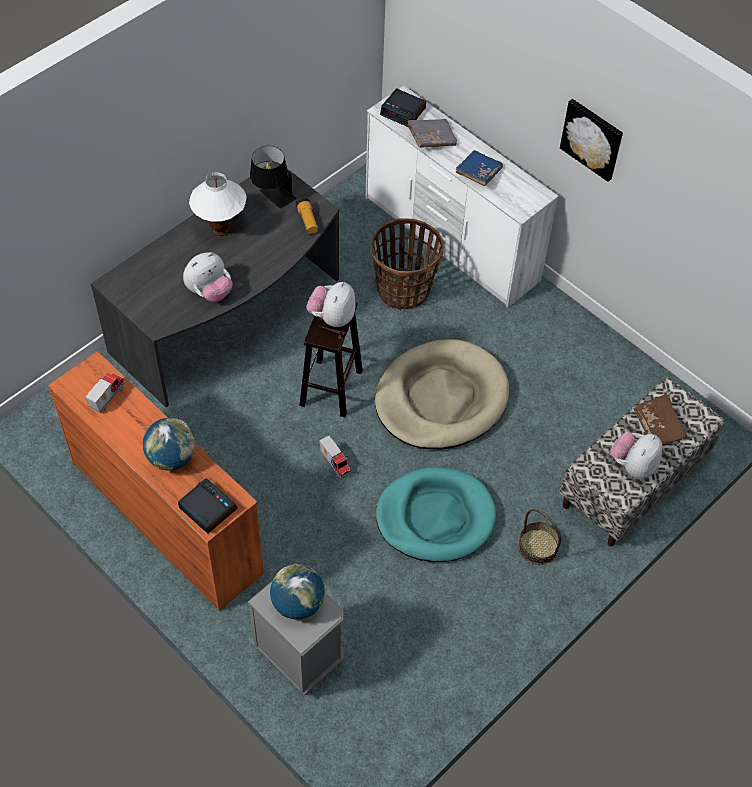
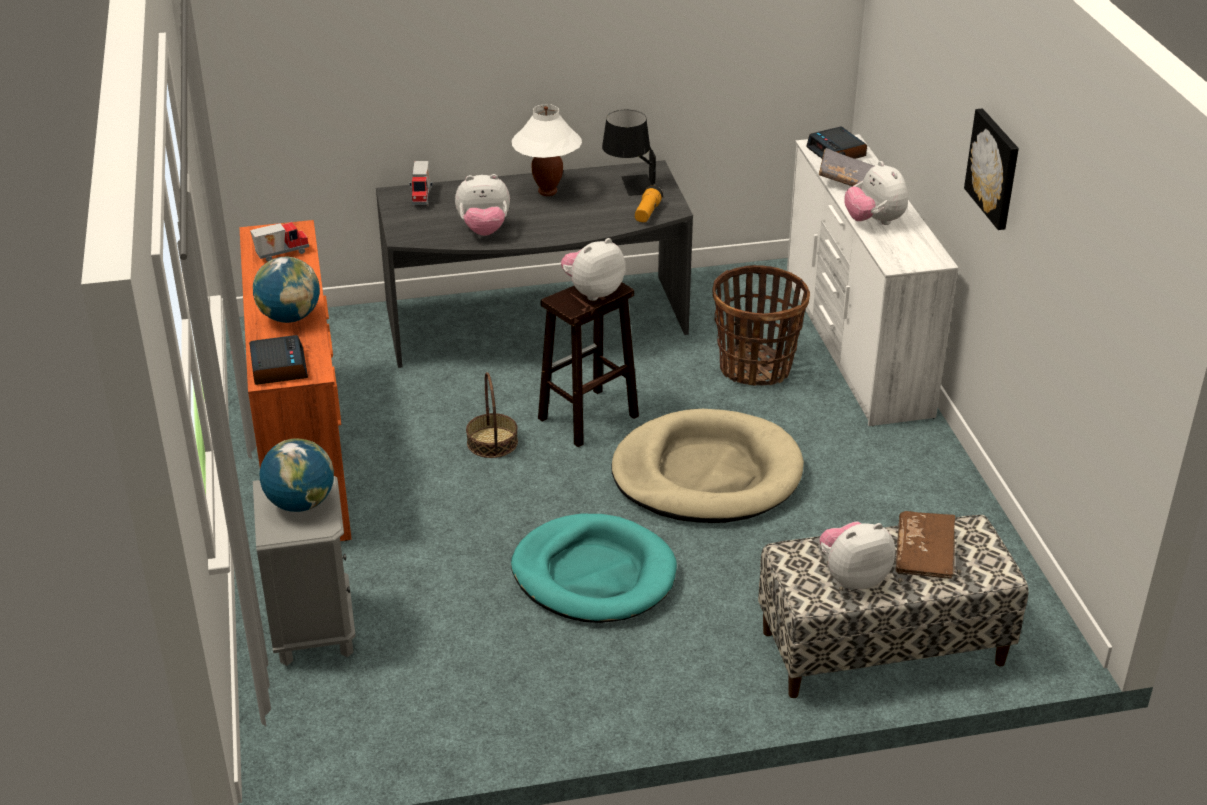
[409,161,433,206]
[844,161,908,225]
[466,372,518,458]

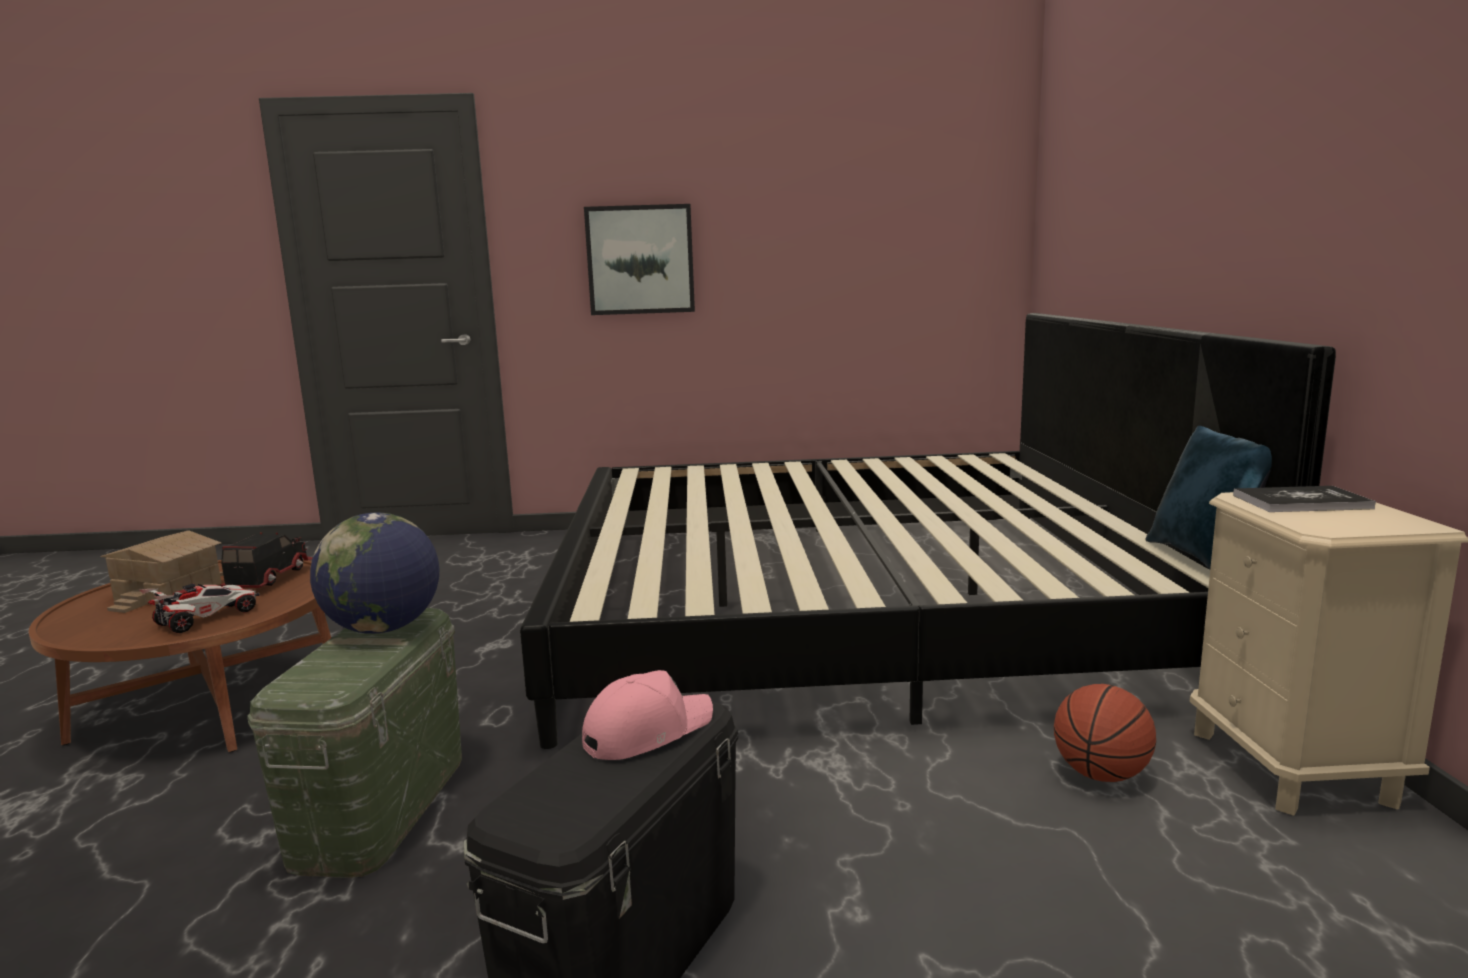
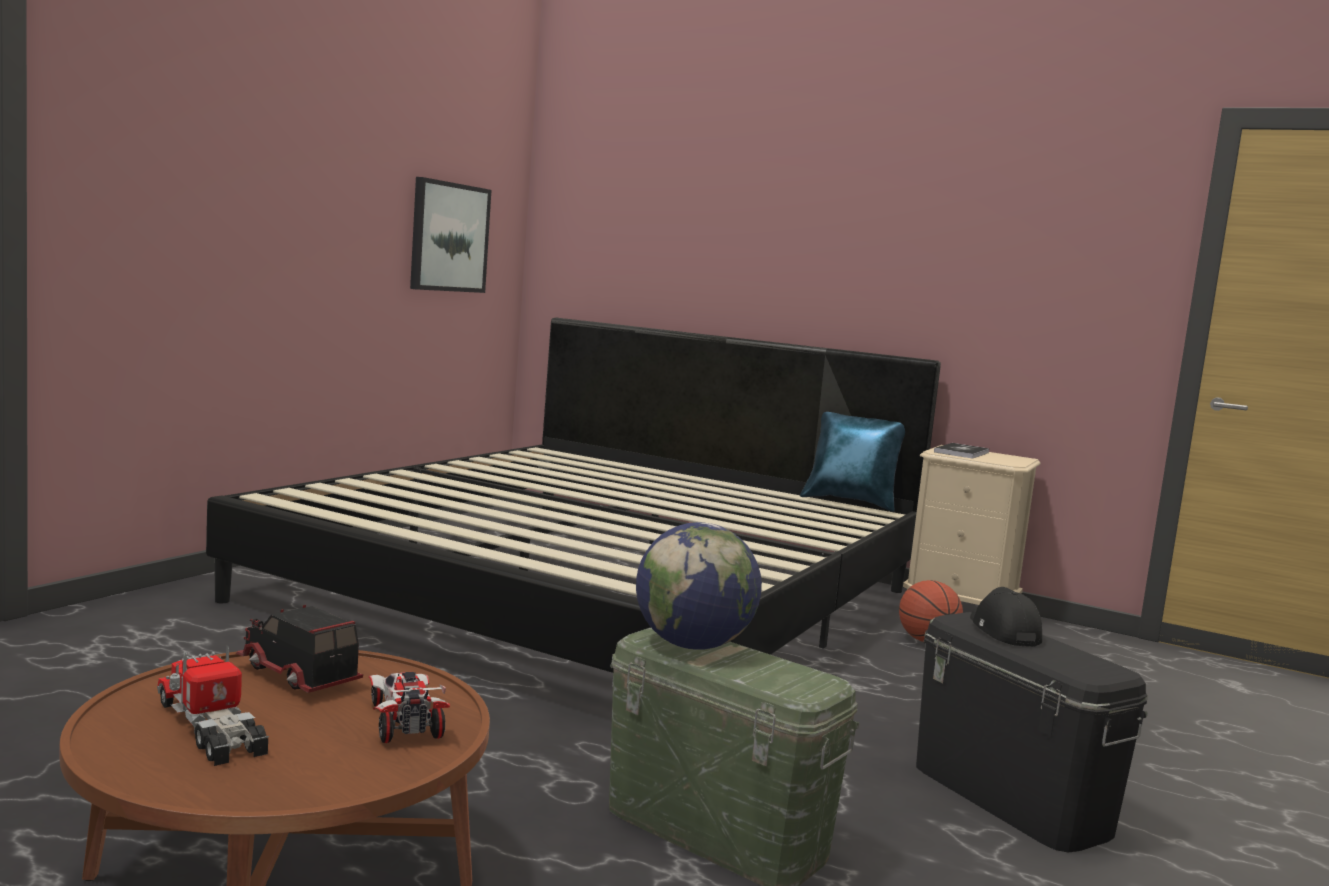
[157,645,269,766]
[970,587,1042,647]
[410,177,491,293]

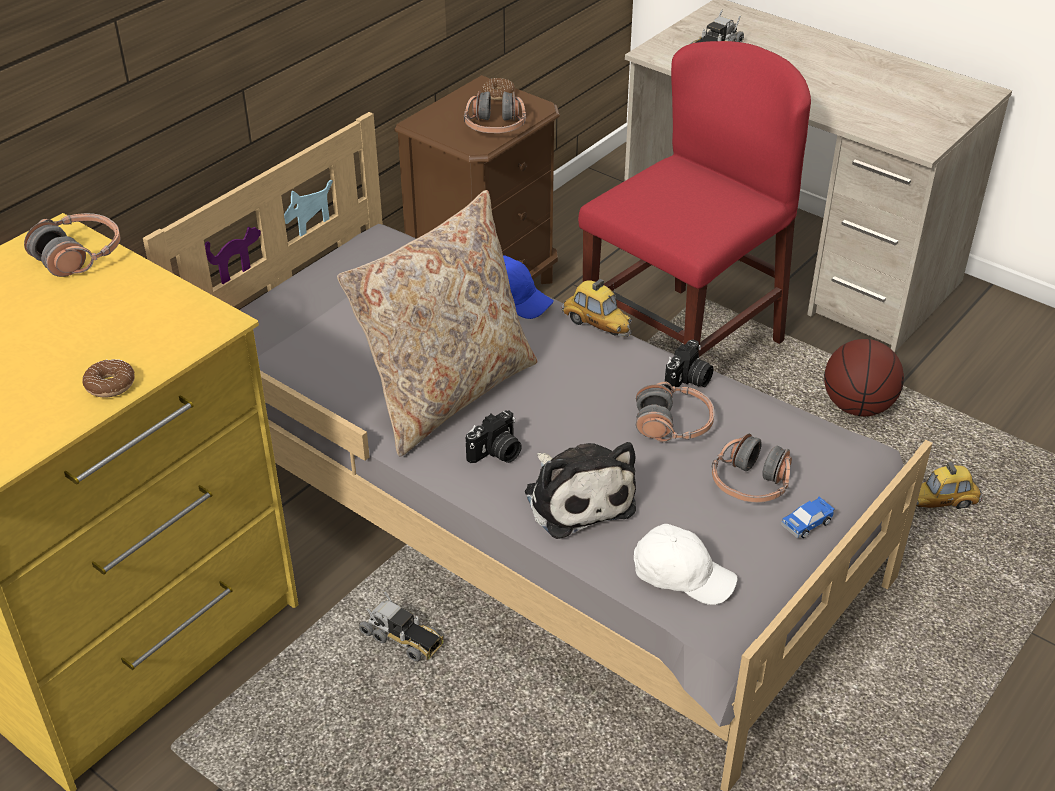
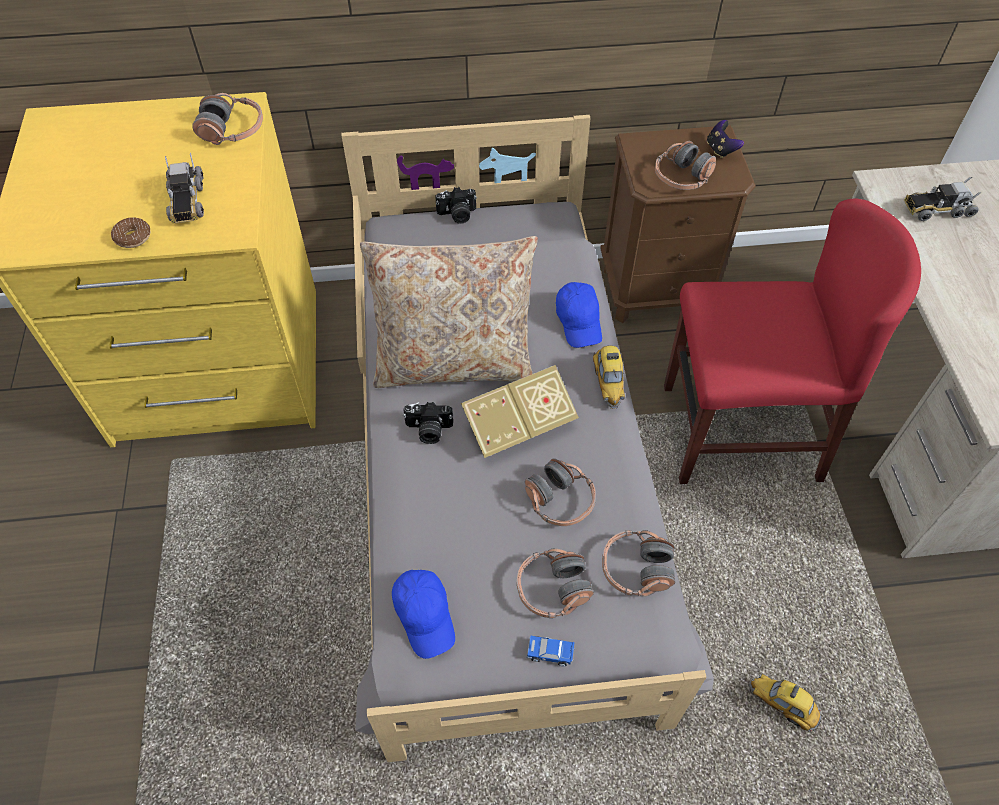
[165,153,204,223]
[707,120,744,158]
[525,442,636,539] (first image)
[392,570,455,659]
[435,187,477,224]
[824,339,904,416] (first image)
[461,365,579,458]
[602,530,676,597]

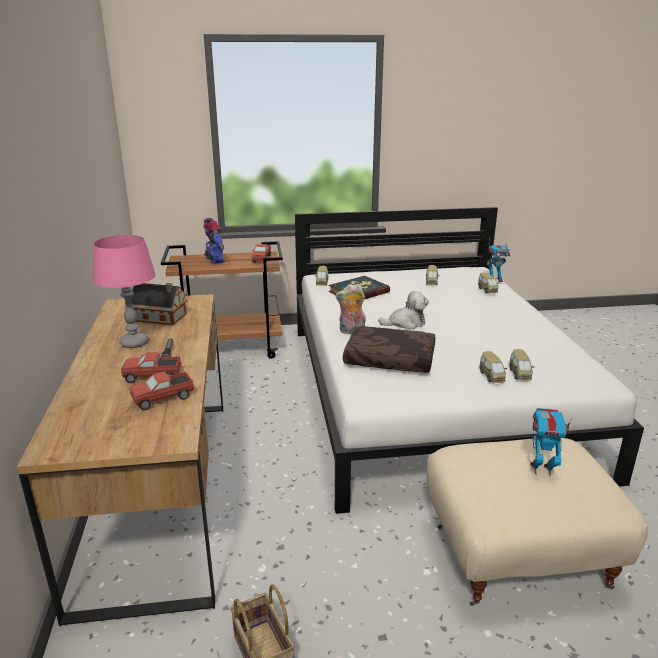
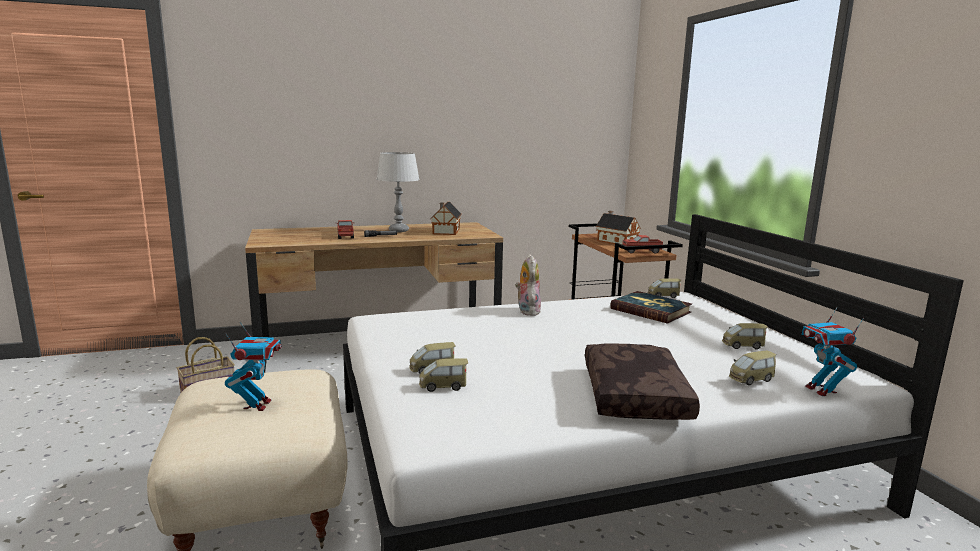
[376,152,420,232]
[129,371,194,410] (first image)
[596,211,641,244]
[585,343,700,420]
[378,291,429,330] (first image)

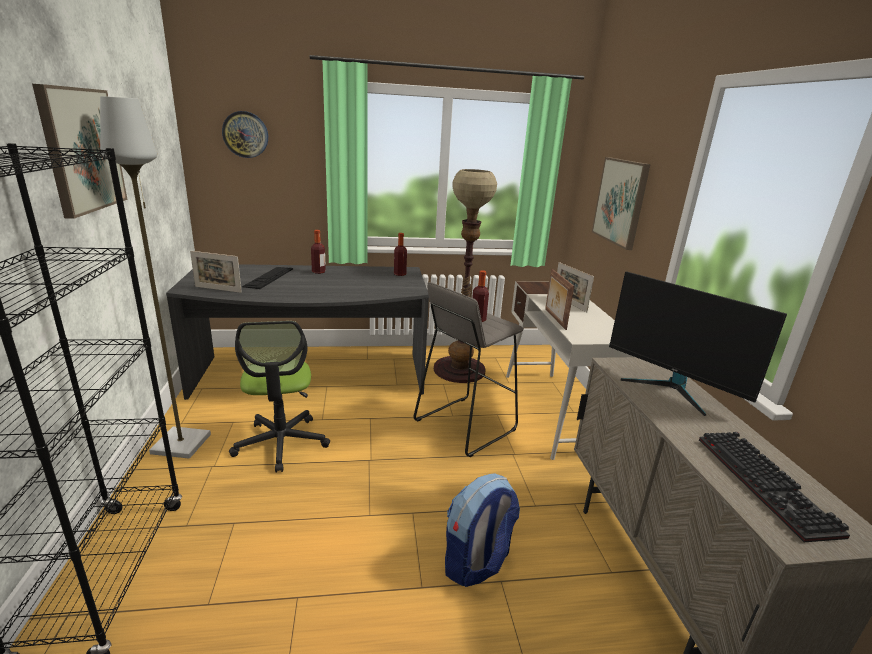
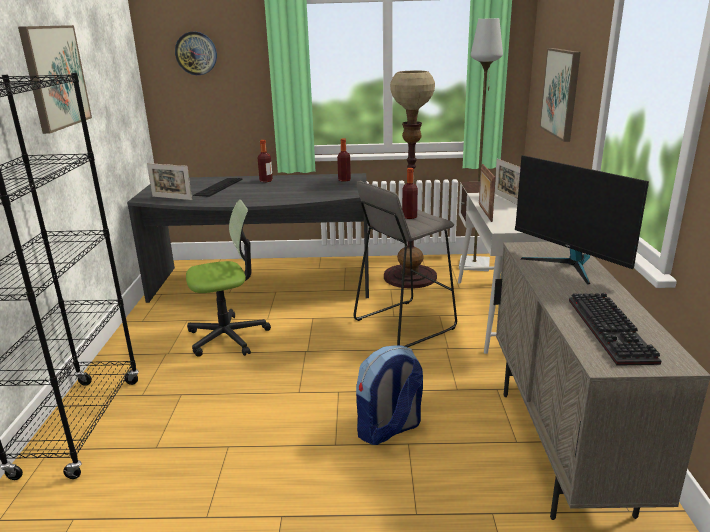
[459,18,503,271]
[186,200,271,357]

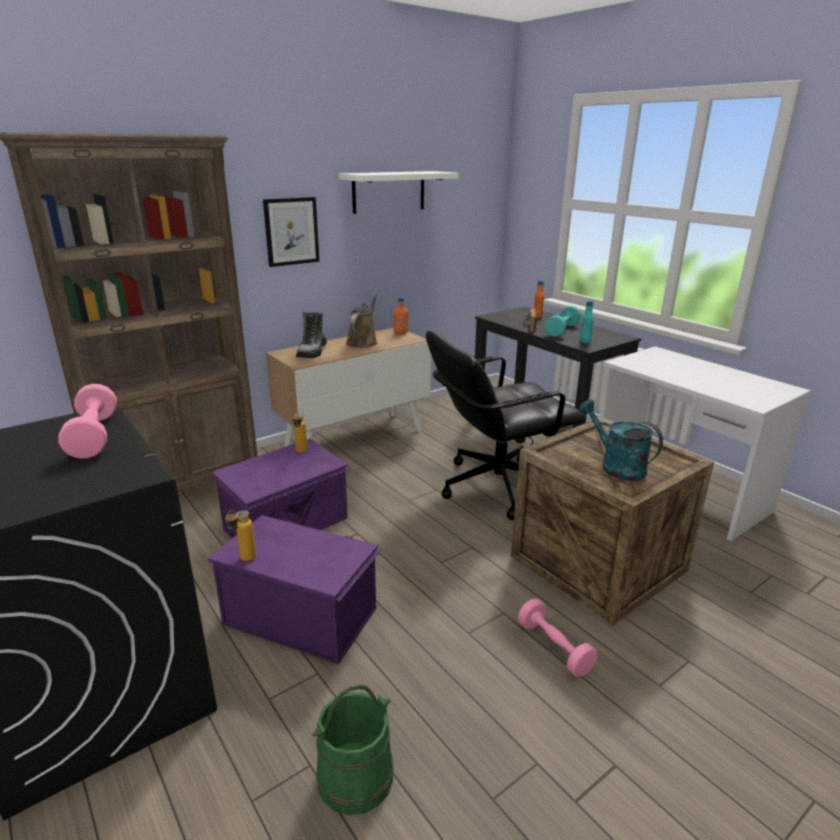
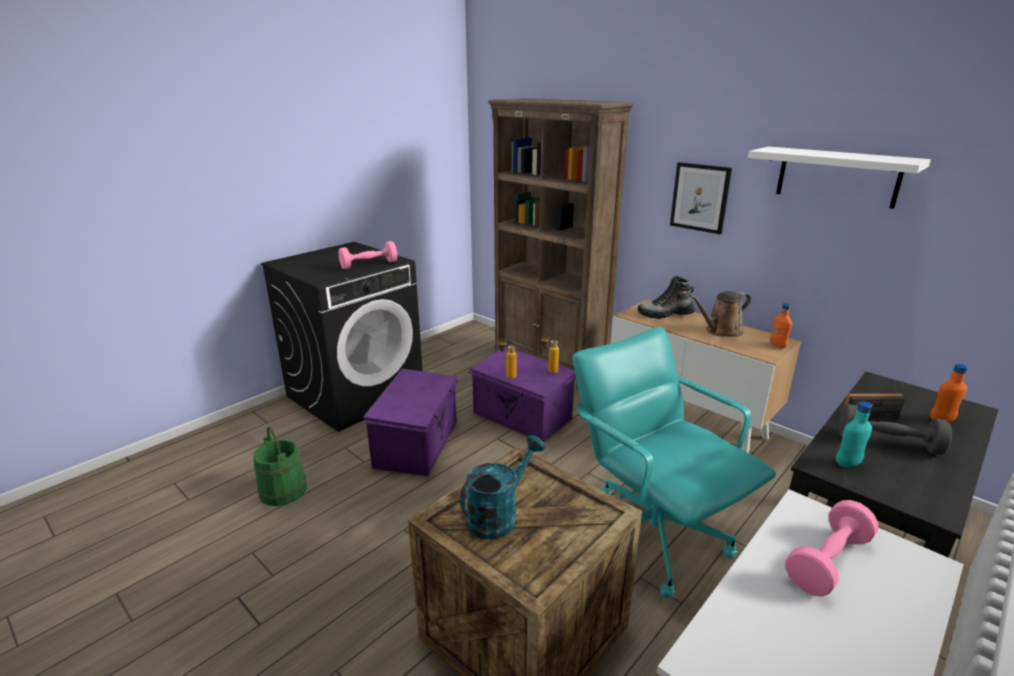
[498,339,517,379]
[690,291,751,337]
[572,327,776,599]
[785,500,878,596]
[839,404,952,455]

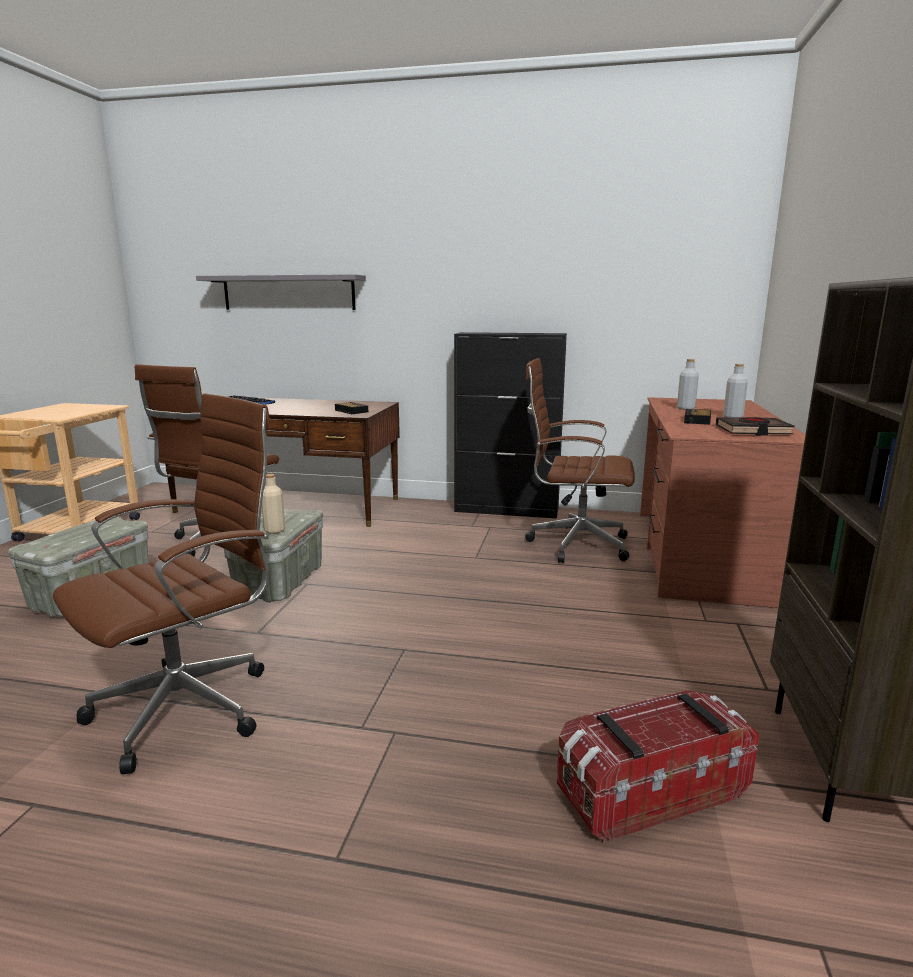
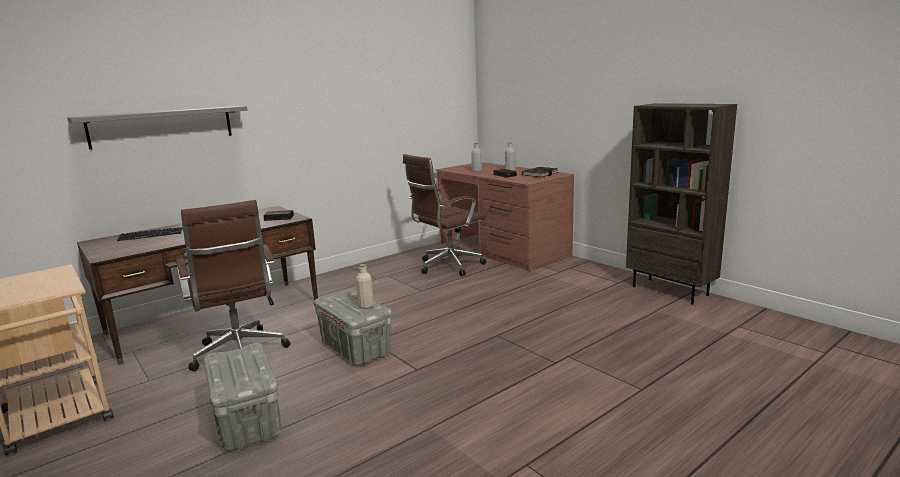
[53,393,272,774] (first image)
[454,332,567,519] (first image)
[557,690,759,843] (first image)

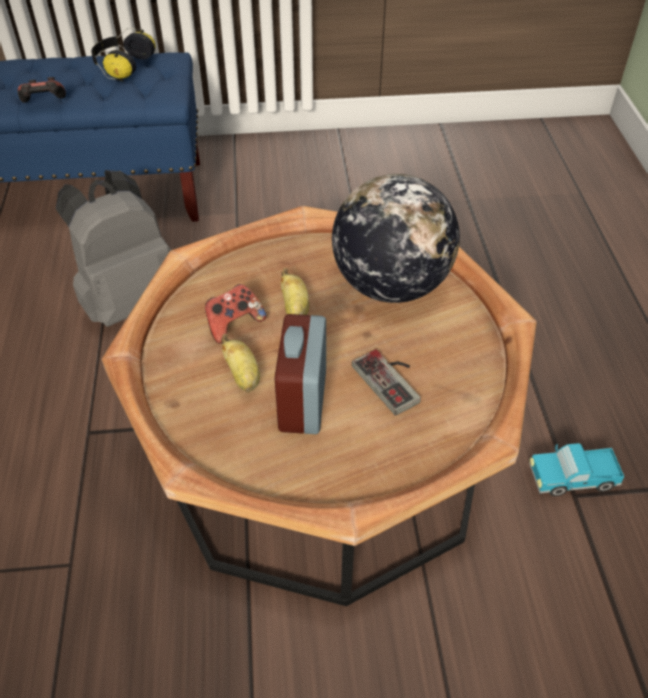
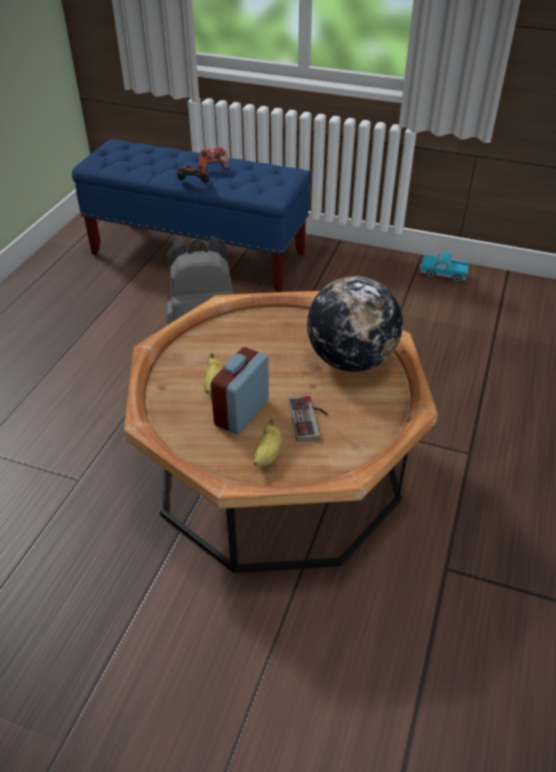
[91,28,156,81] (first image)
[199,147,230,171]
[254,419,282,467]
[420,252,469,283]

